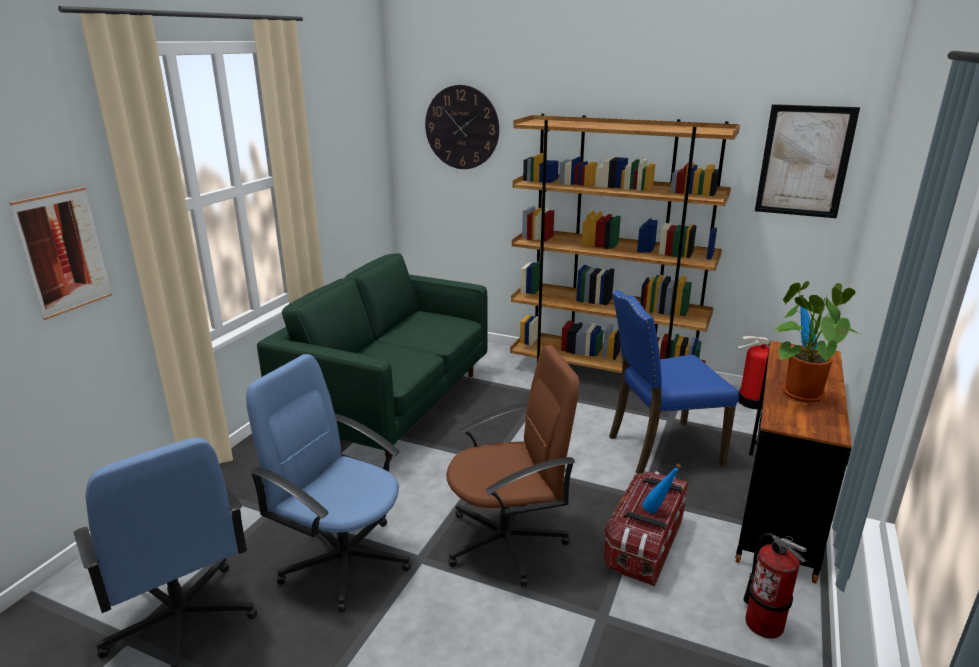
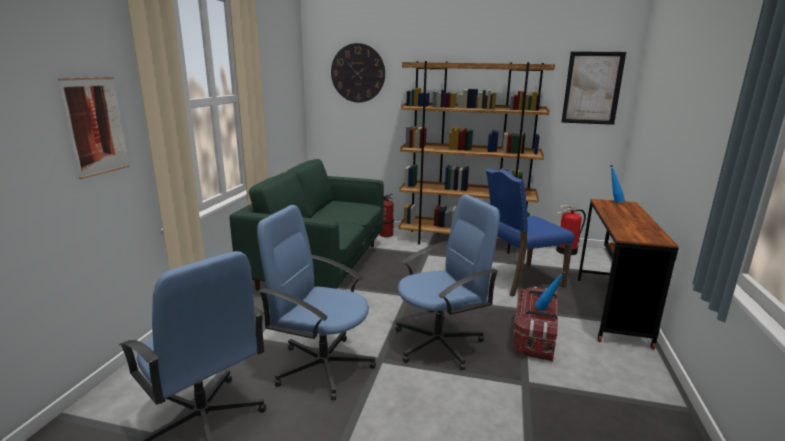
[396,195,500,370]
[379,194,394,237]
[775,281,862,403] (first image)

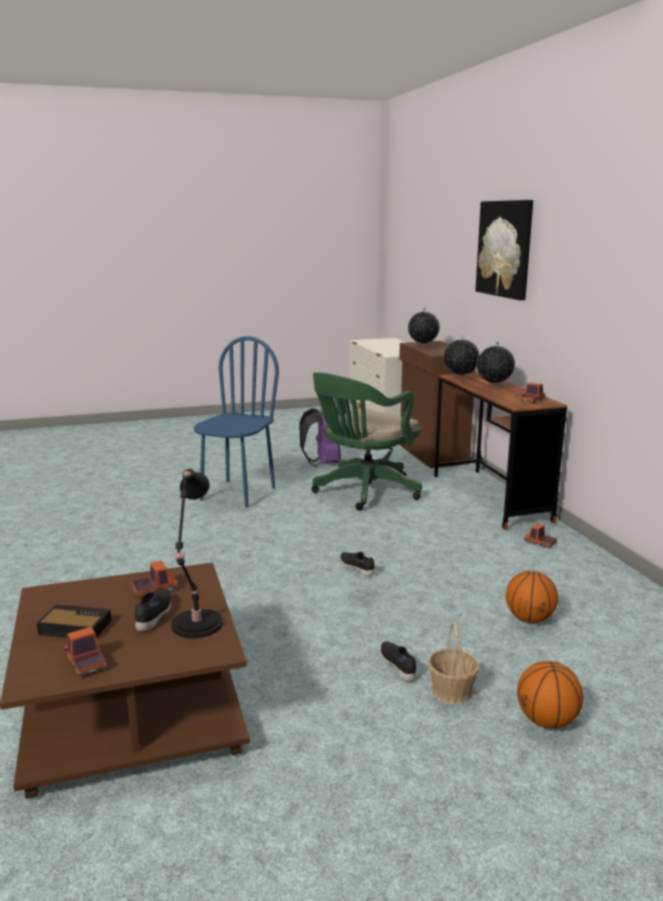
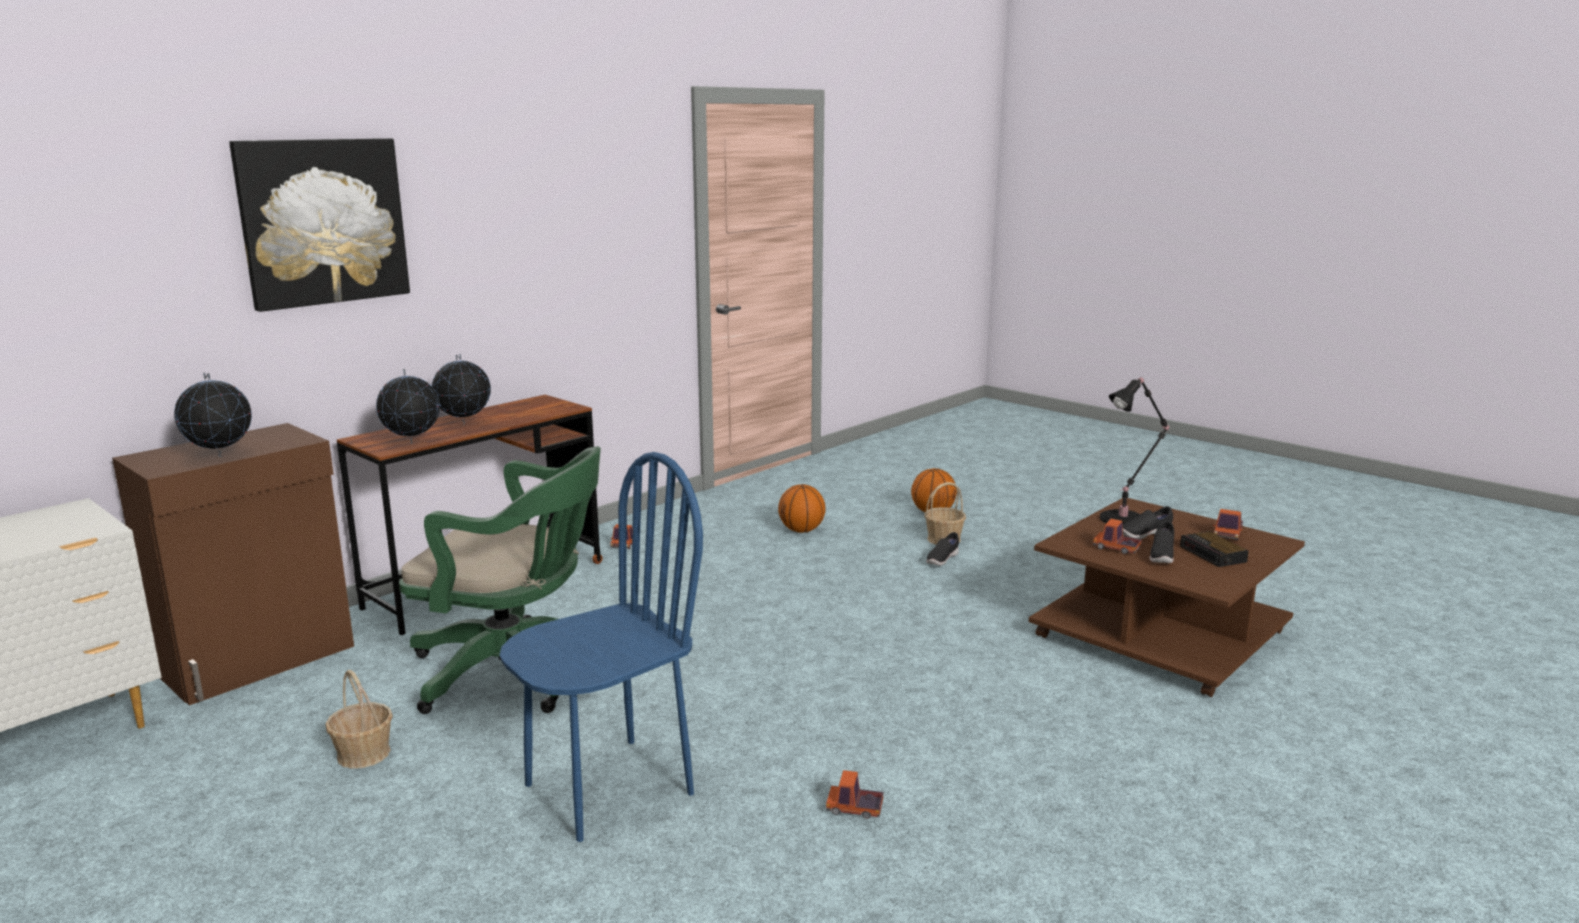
[499,452,703,842]
[325,670,393,769]
[1150,521,1174,563]
[826,770,883,819]

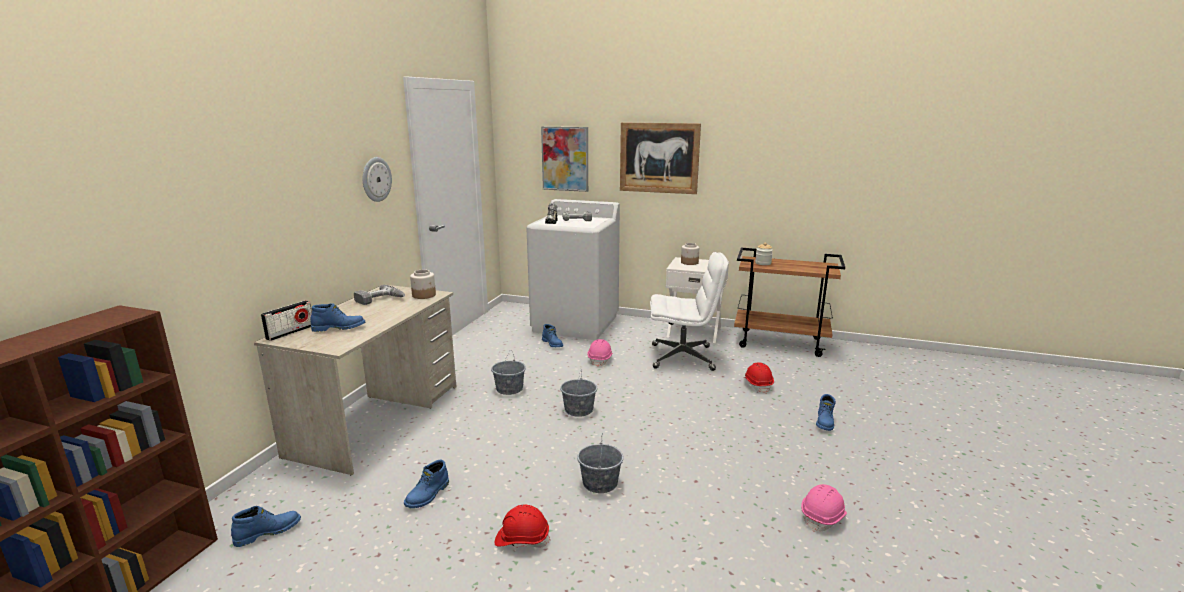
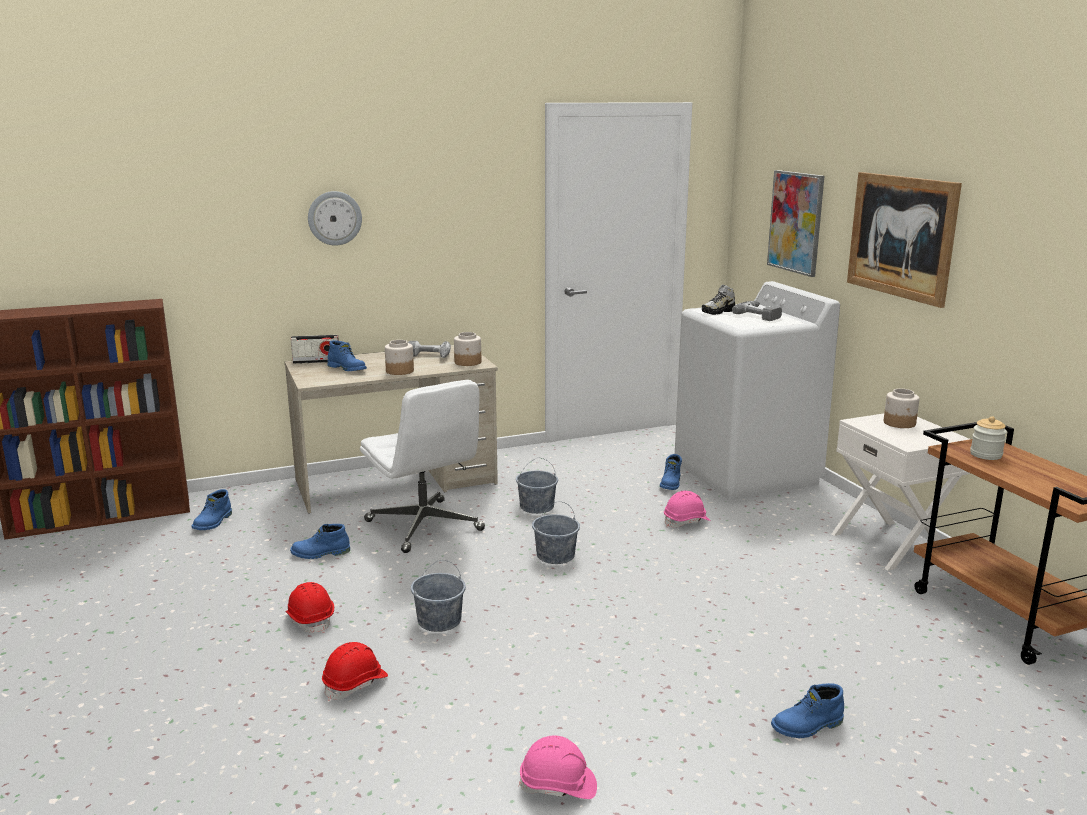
[192,489,232,530]
[308,191,362,246]
[360,380,485,553]
[322,642,388,701]
[385,340,414,375]

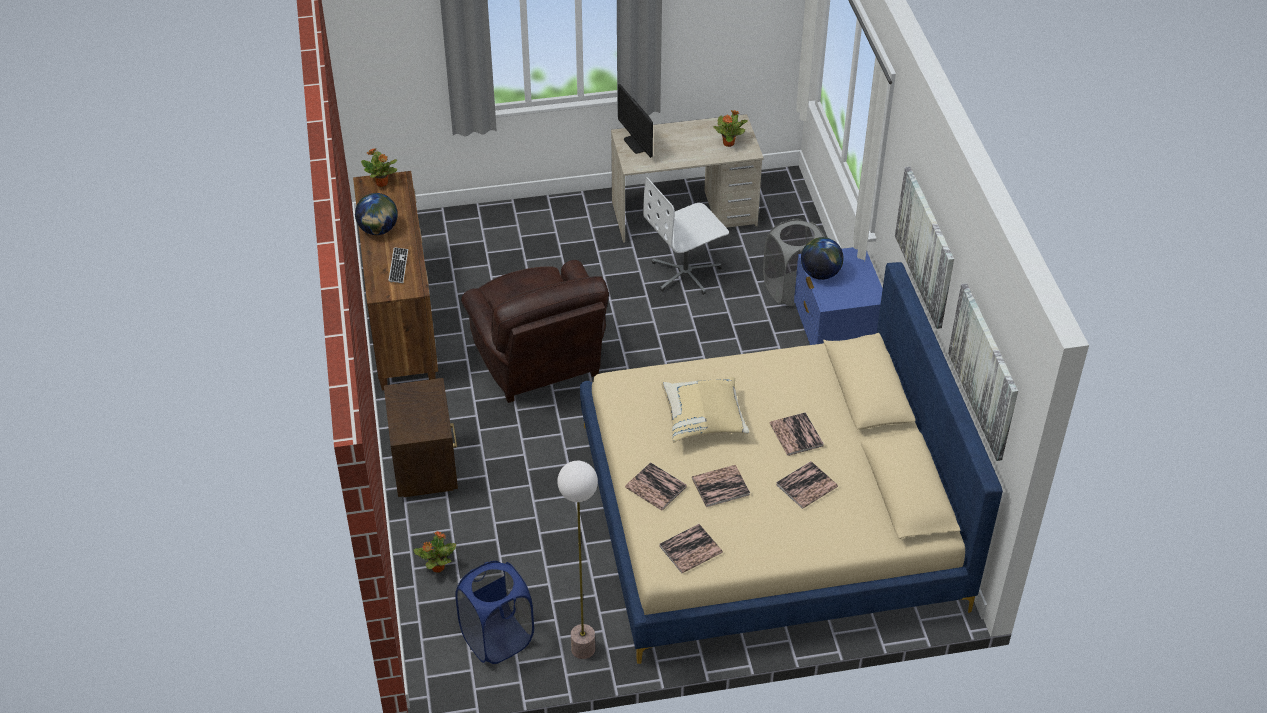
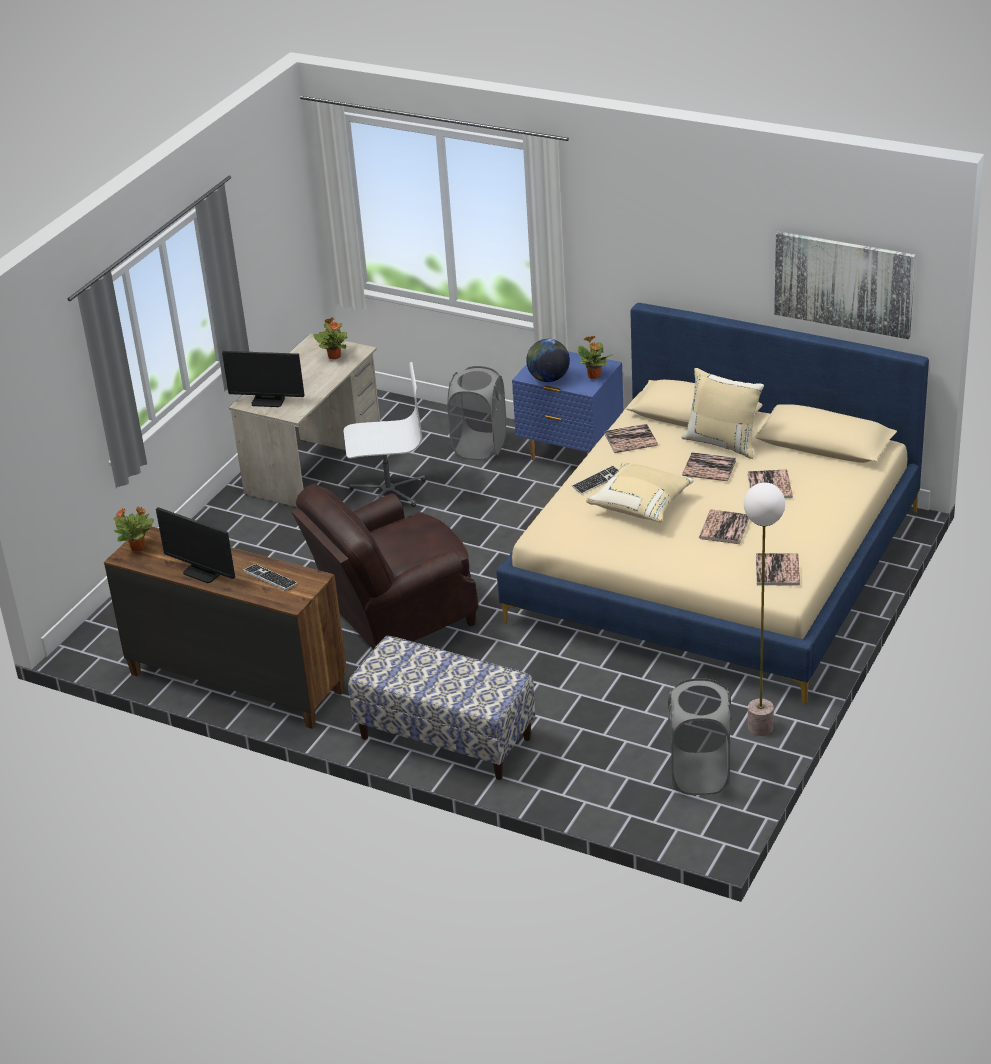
[156,507,235,583]
[348,636,535,780]
[578,336,613,379]
[668,678,732,795]
[291,484,479,649]
[604,424,658,453]
[344,362,426,507]
[895,167,954,329] (first image)
[572,465,618,495]
[682,368,764,459]

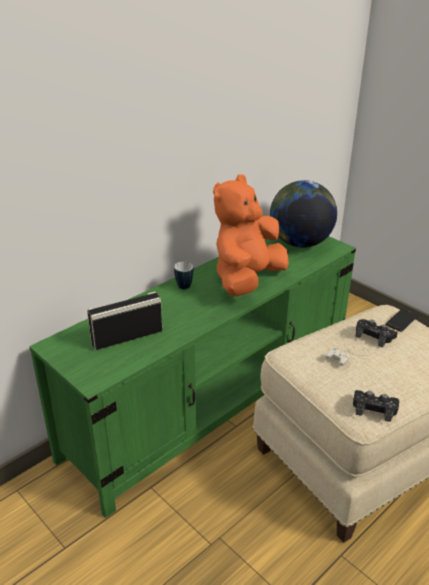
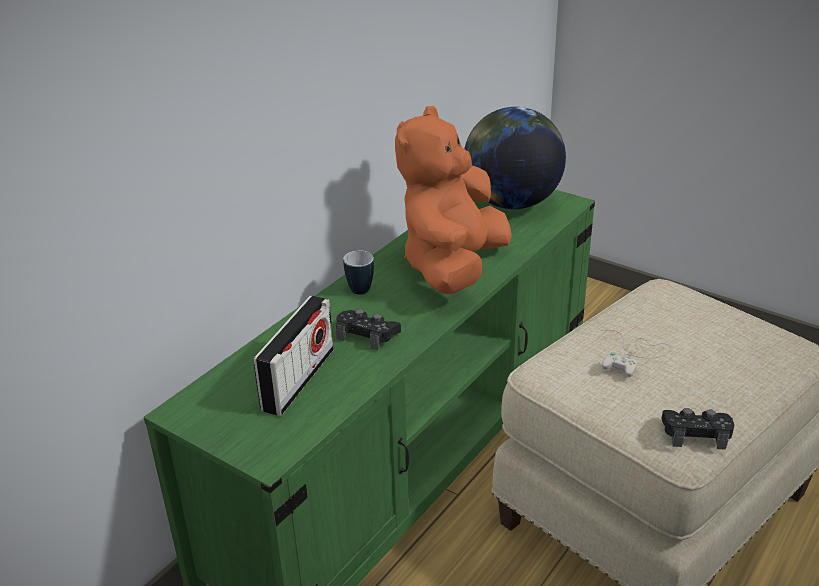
[254,296,333,416]
[336,309,401,351]
[385,308,418,332] (first image)

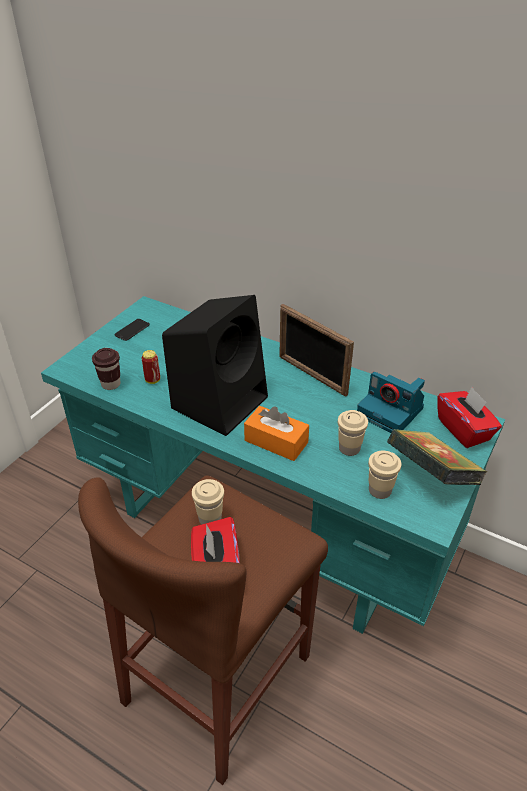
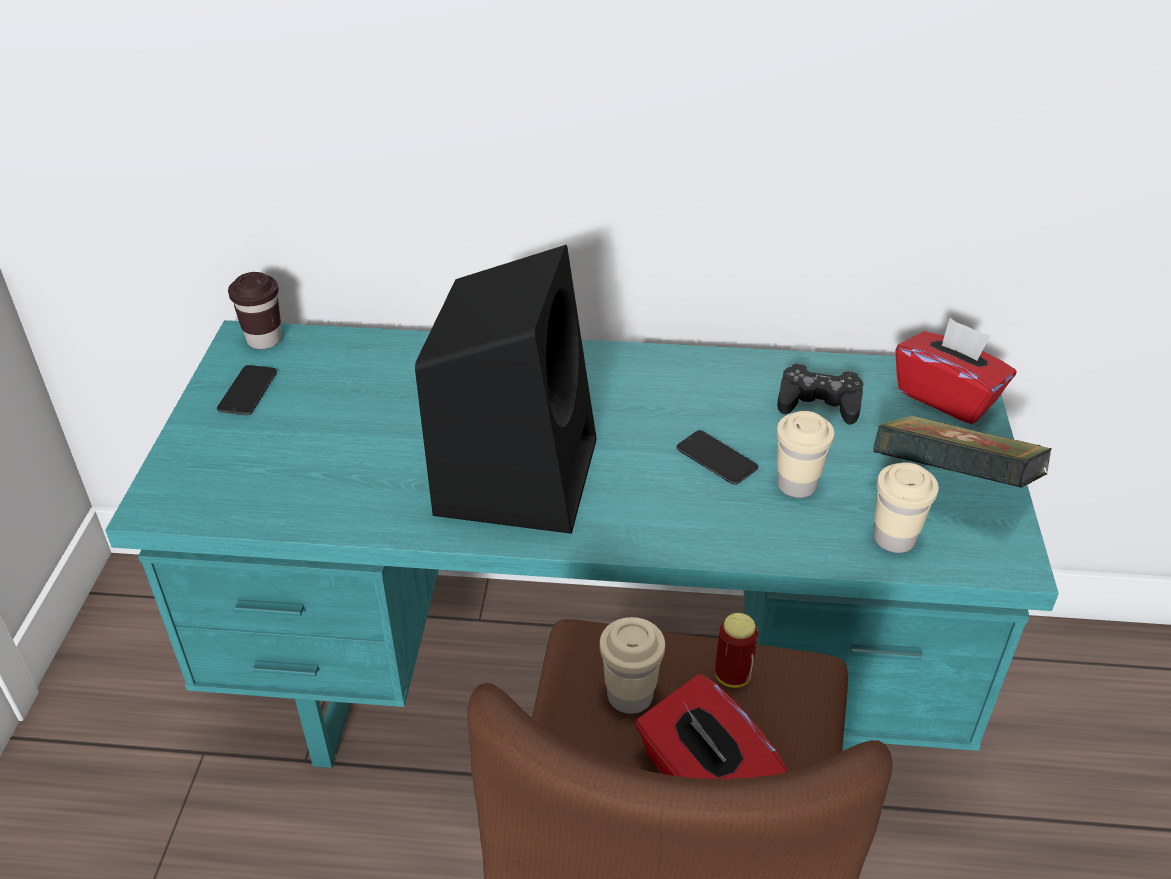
[228,272,282,349]
[715,613,758,688]
[244,406,309,461] (first image)
[279,304,354,397] (first image)
[777,364,863,425]
[676,430,758,485]

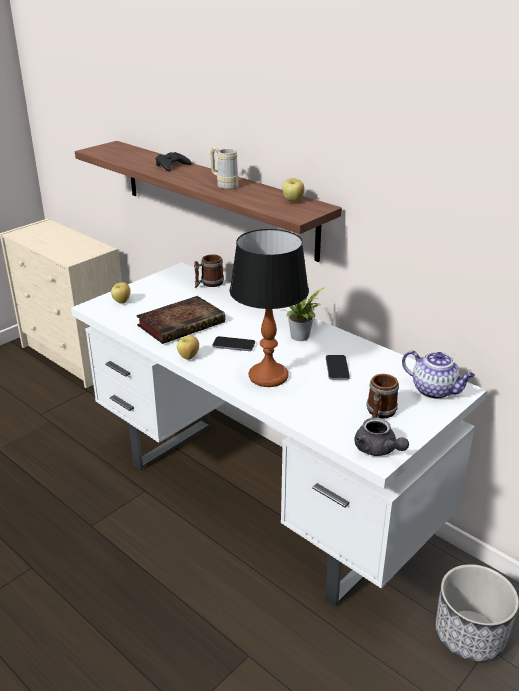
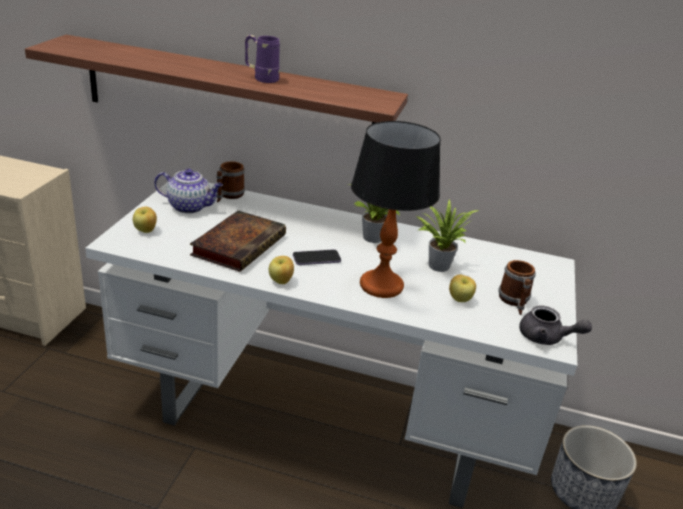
[155,152,192,172] (first image)
[245,35,280,83]
[449,275,476,302]
[416,200,479,272]
[154,169,223,214]

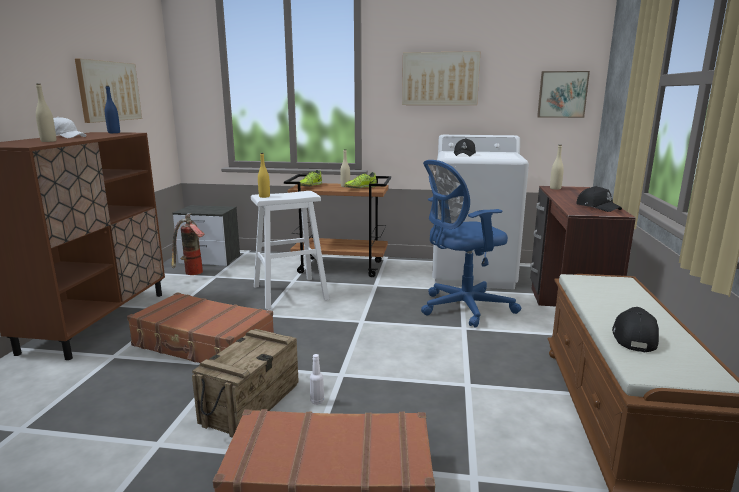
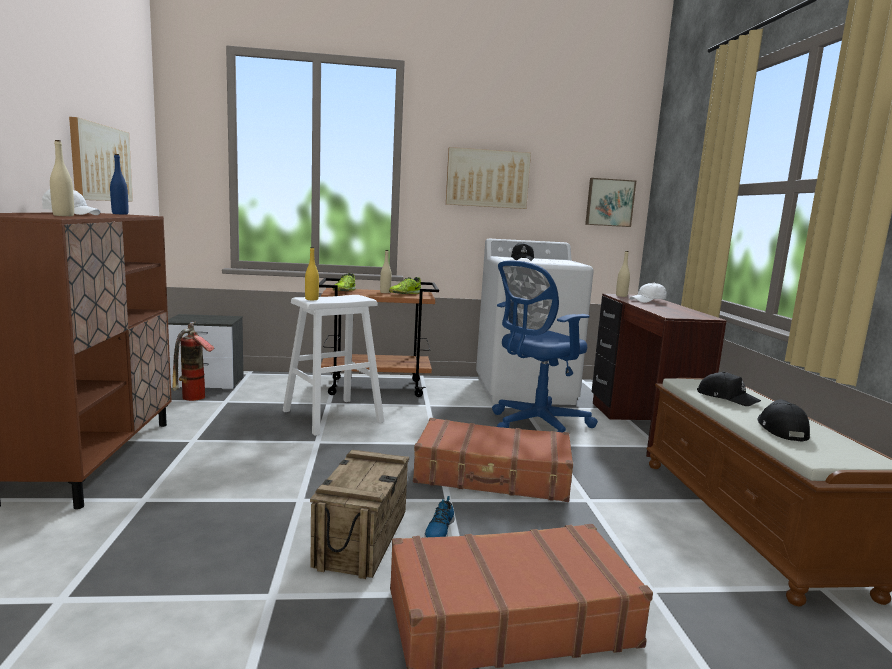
[413,418,573,502]
[424,496,455,538]
[697,371,761,406]
[629,283,667,303]

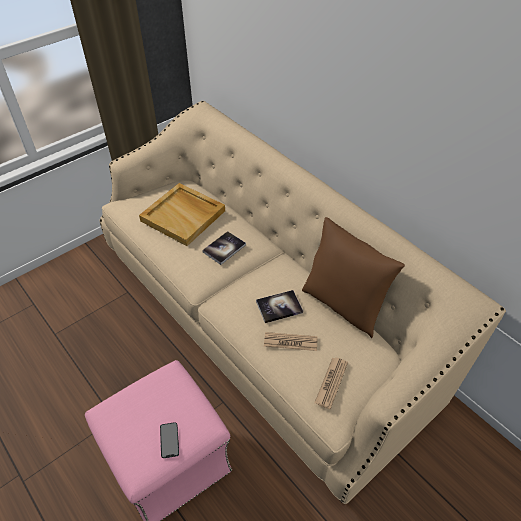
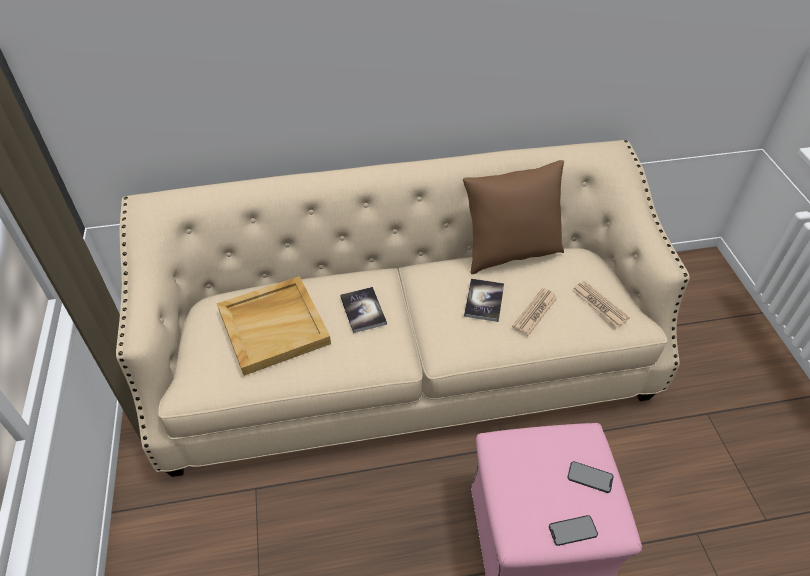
[549,515,598,546]

